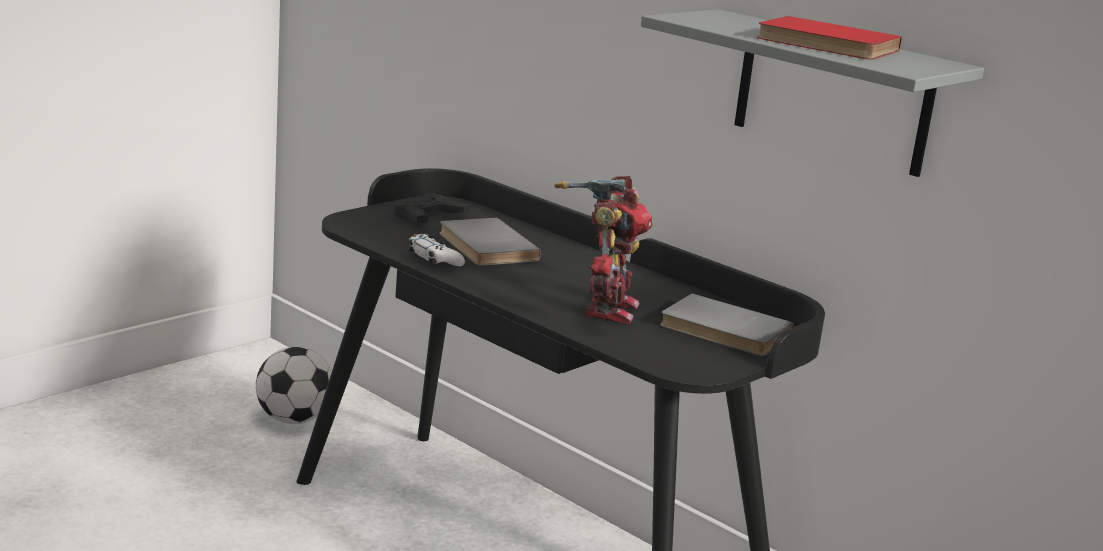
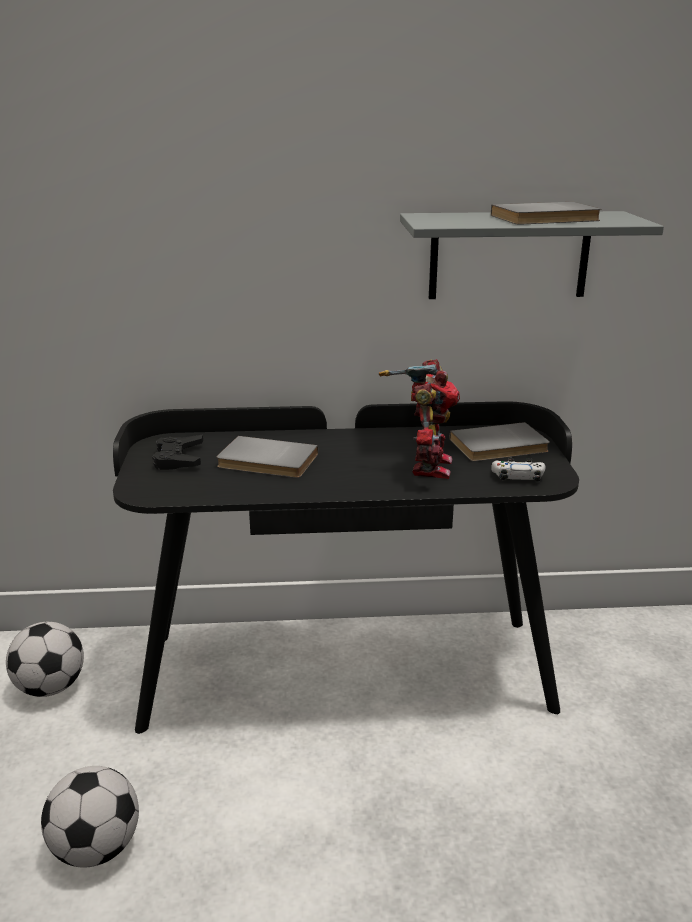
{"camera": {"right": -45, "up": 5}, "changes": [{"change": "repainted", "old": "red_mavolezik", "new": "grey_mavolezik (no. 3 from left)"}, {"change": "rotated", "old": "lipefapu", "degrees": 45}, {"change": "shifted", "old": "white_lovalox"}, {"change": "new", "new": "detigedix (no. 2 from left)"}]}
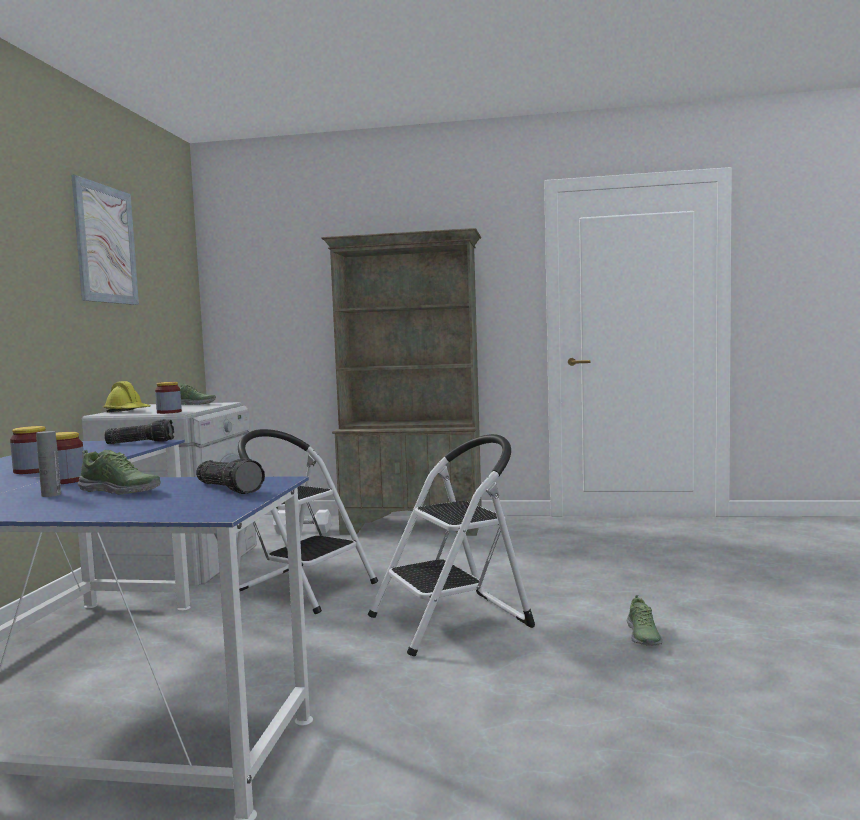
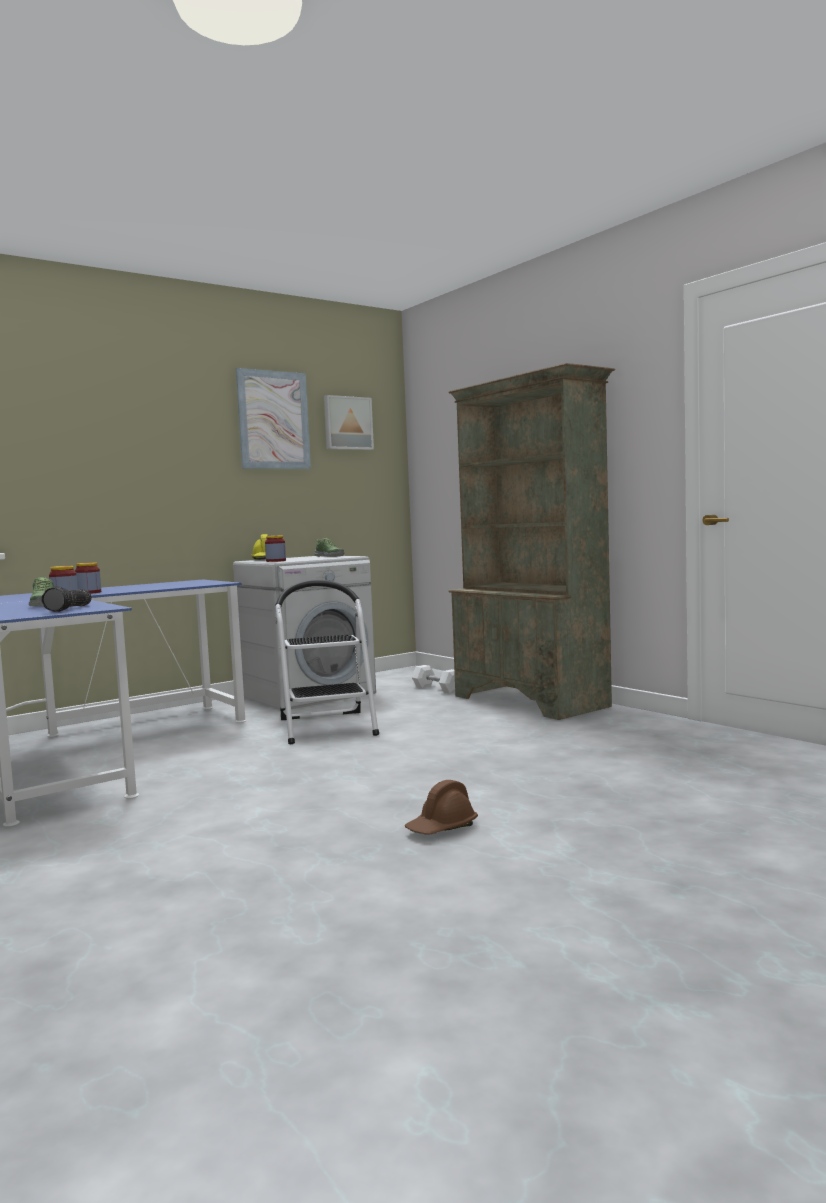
{"camera": {"right": 45, "up": 0}, "changes": [{"change": "gone", "old": "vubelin (no. 1 from left)"}, {"change": "gone", "old": "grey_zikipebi"}, {"change": "gone", "old": "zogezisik (no. 2 from left)"}, {"change": "swapped", "old": "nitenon (no. 3 from left)", "new": "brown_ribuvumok"}, {"change": "new", "new": "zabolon (no. 2 from left)"}]}
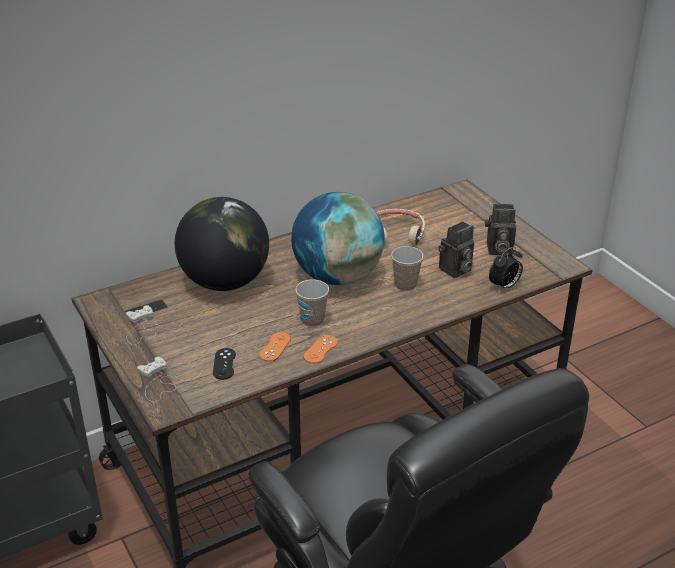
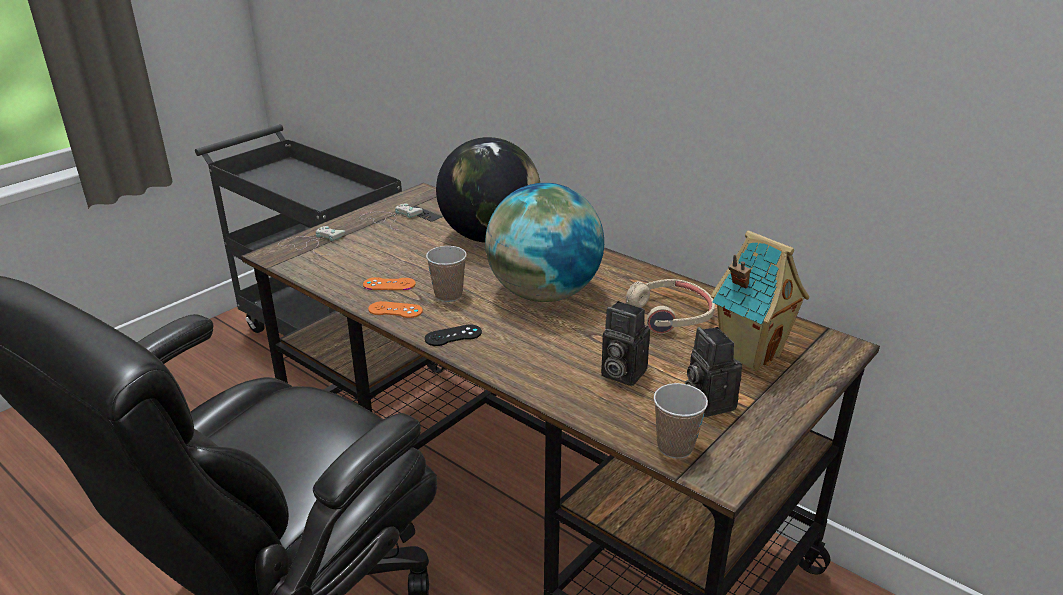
{"camera": {"right": 70, "up": -5}, "changes": [{"change": "shifted", "old": "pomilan (no. 2 from left)"}, {"change": "gone", "old": "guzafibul"}, {"change": "shifted", "old": "black_lovalox"}, {"change": "new", "new": "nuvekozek"}]}
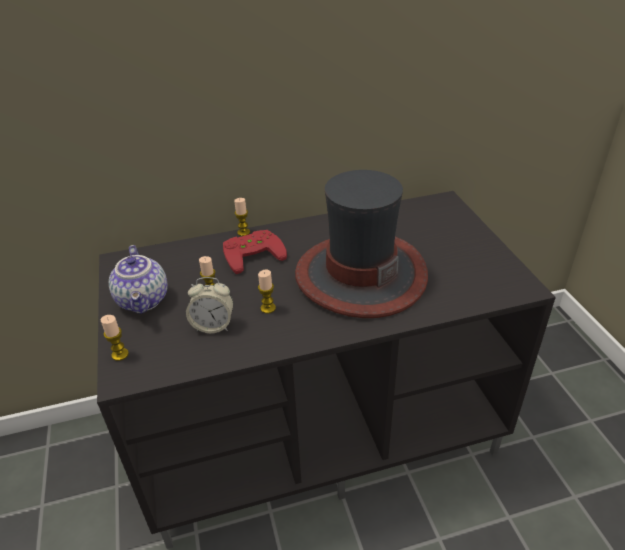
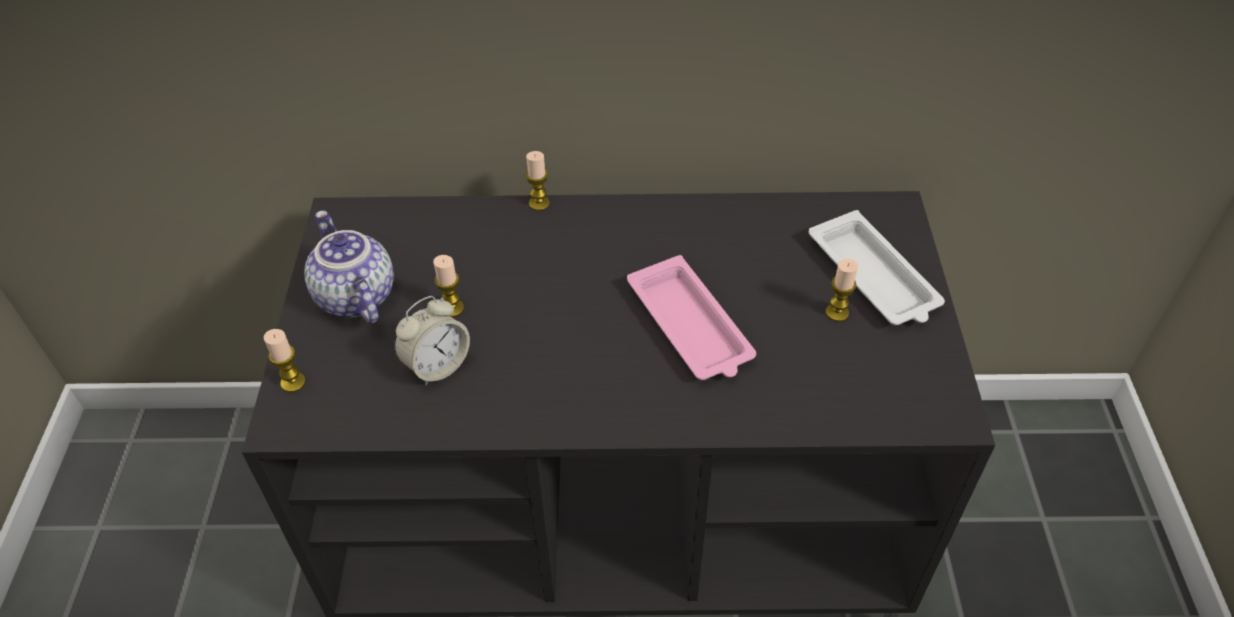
{"camera": {"right": 15, "up": 10}, "changes": [{"change": "swapped", "old": "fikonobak", "new": "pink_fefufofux"}, {"change": "gone", "old": "red_lovalox"}, {"change": "rotated", "old": "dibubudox", "degrees": 150}, {"change": "shifted", "old": "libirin (no. 4 from left)"}, {"change": "rotated", "old": "guzafibul", "degrees": -60}, {"change": "new", "new": "white_fefufofux"}]}
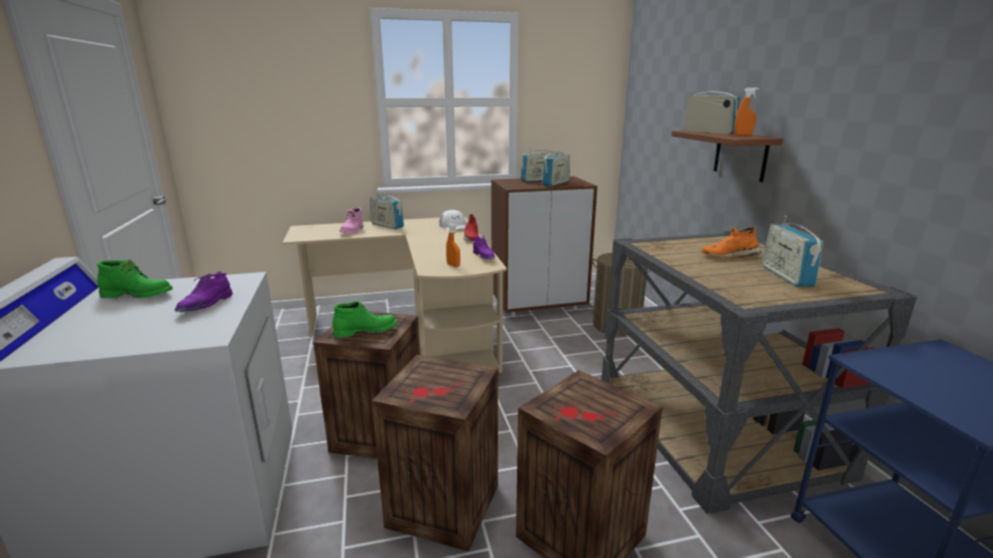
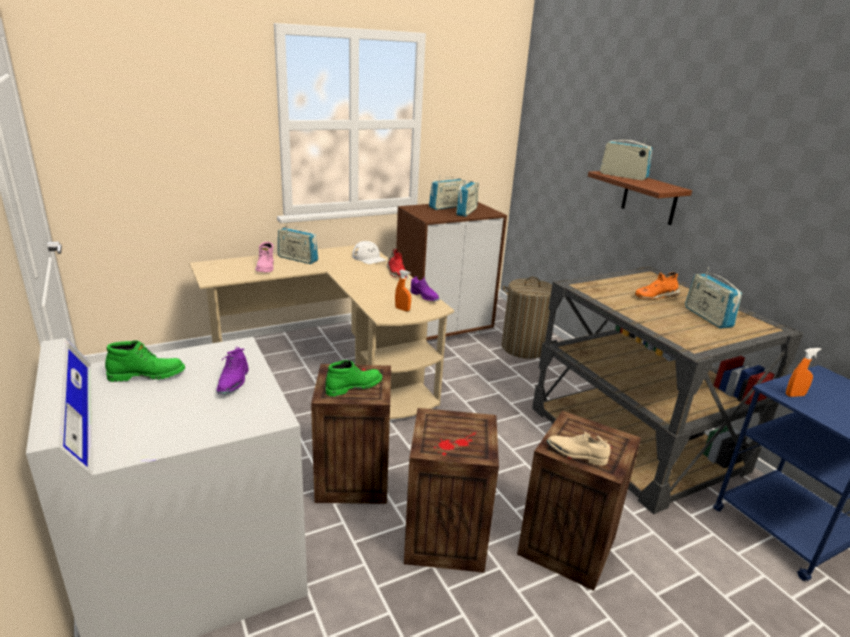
{"camera": {"right": -15, "up": 5}, "changes": [{"change": "shifted", "old": "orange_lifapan (no. 2 from left)"}, {"change": "new", "new": "beige_nitenon"}]}
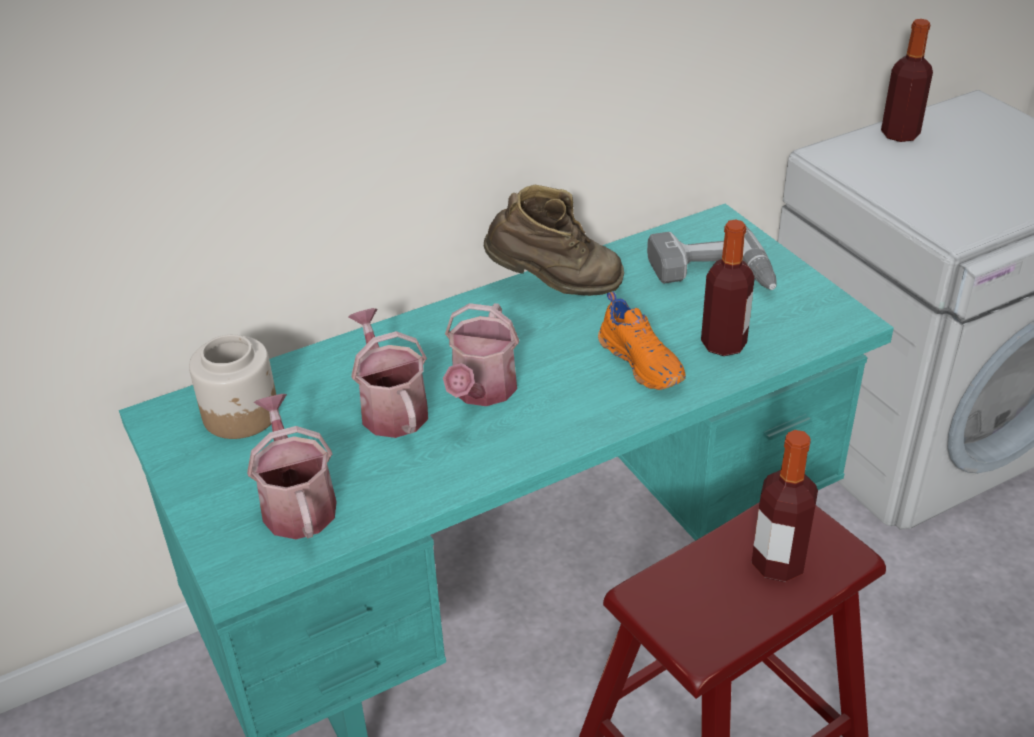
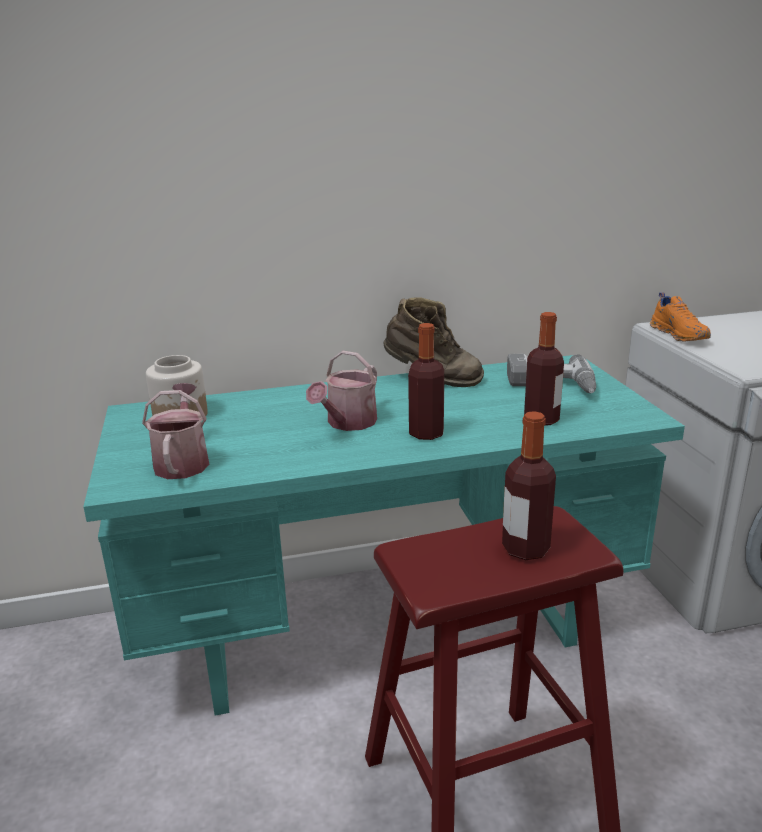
{"camera": {"right": 15, "up": -15}, "changes": [{"change": "shifted", "old": "zikipebi (no. 3 from left in the first image)", "new": "zikipebi (no. 1 from left)"}, {"change": "shifted", "old": "orange_nitenon"}, {"change": "gone", "old": "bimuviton (no. 2 from left)"}]}
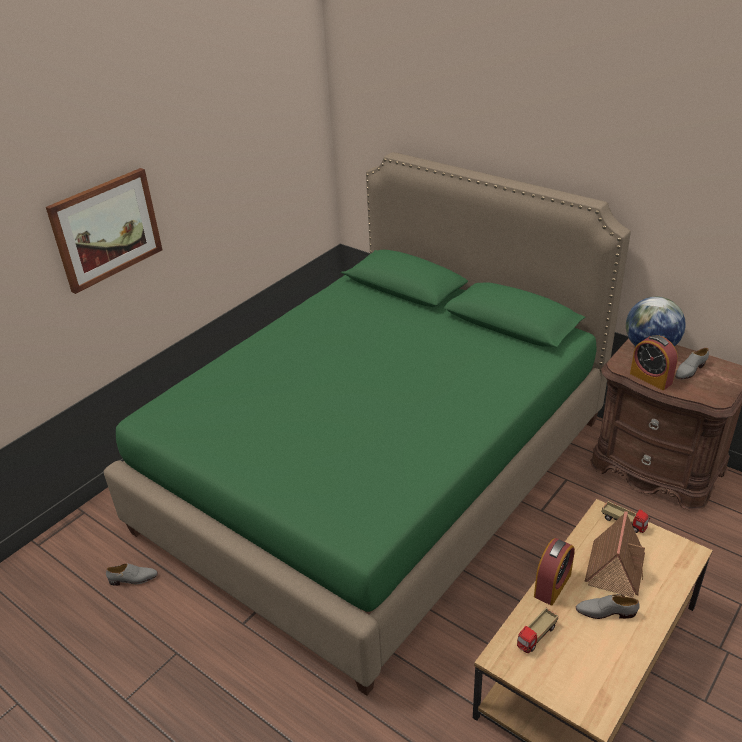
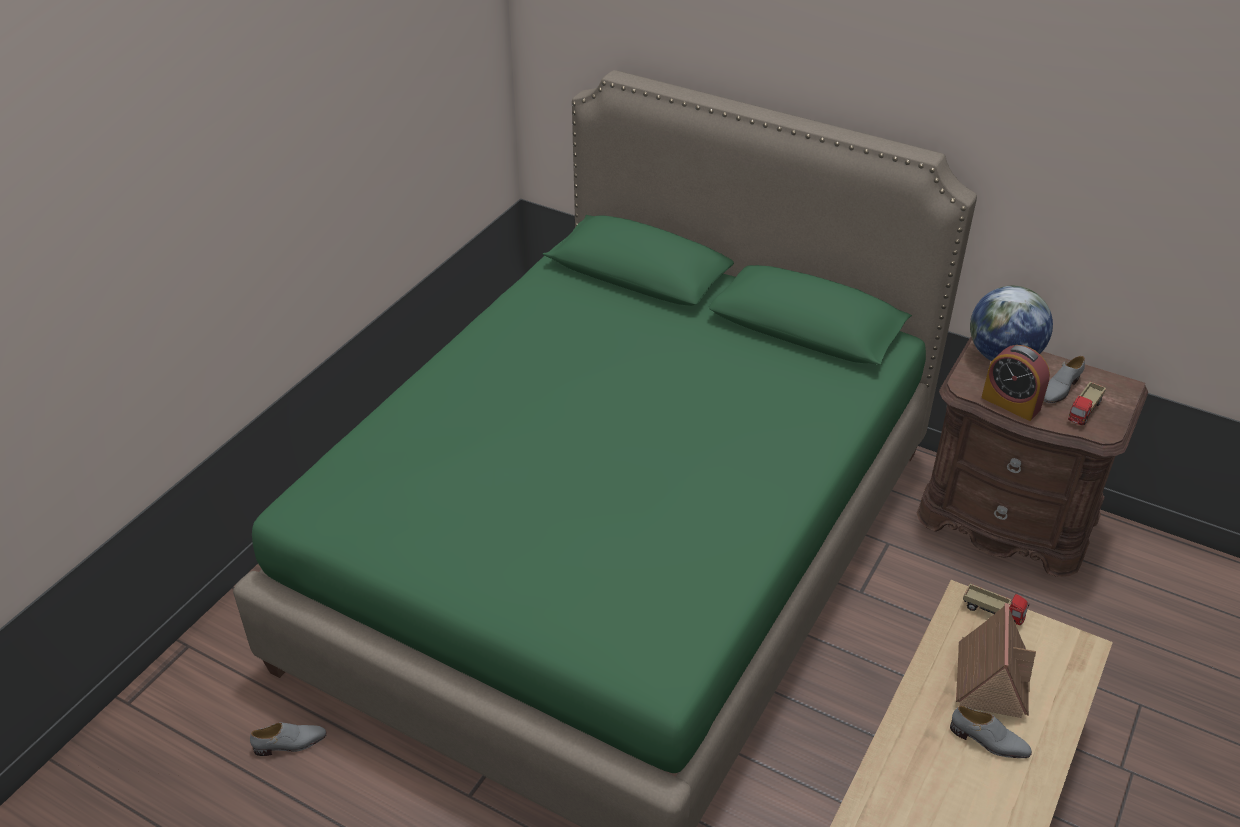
{"camera": {"right": -10, "up": 5}, "changes": [{"change": "gone", "old": "zabolon"}, {"change": "gone", "old": "guzafibul (no. 1 from left)"}, {"change": "rotated", "old": "grey_nitenon (no. 2 from left)", "degrees": -150}, {"change": "shifted", "old": "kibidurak (no. 1 from left in the first image)", "new": "kibidurak (no. 2 from left)"}]}
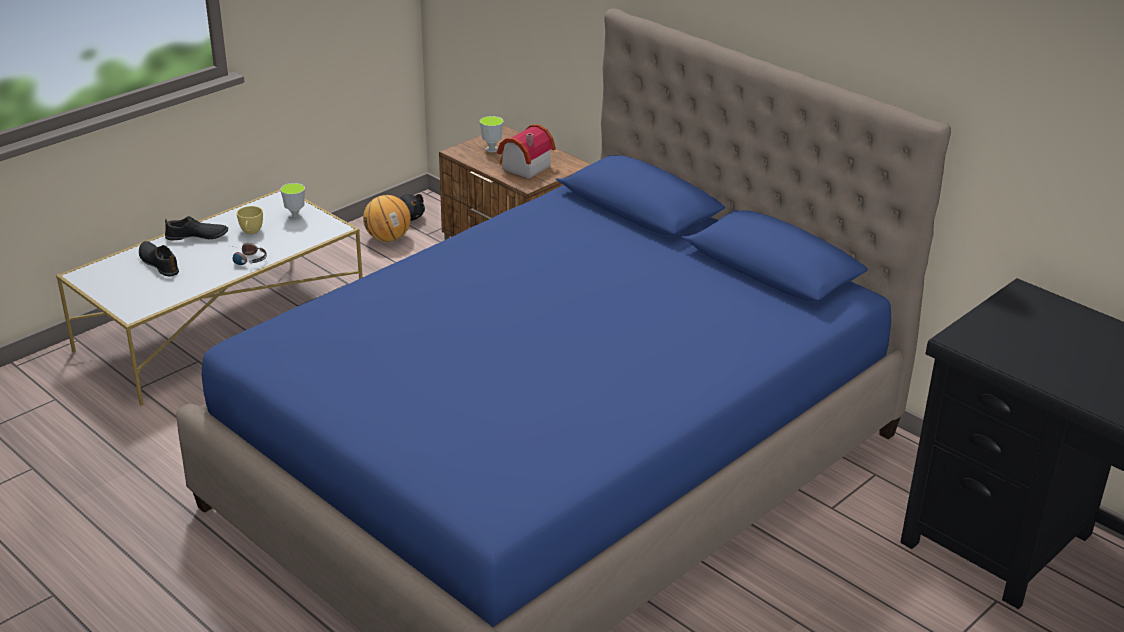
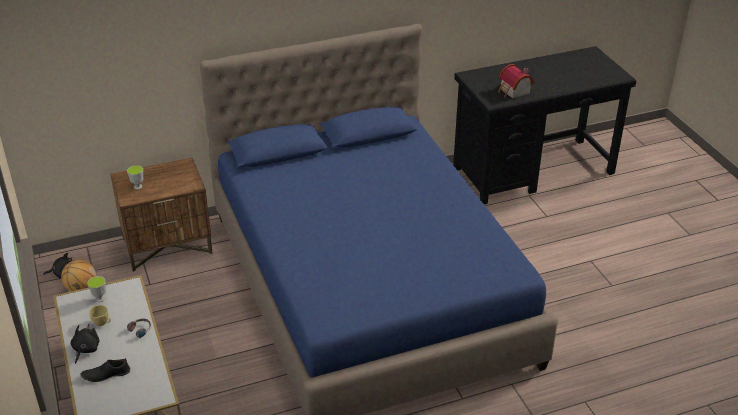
{"camera": {"right": -65, "up": 5}, "changes": [{"change": "shifted", "old": "nuvekozek"}, {"change": "swapped", "old": "black_nitenon (no. 2 from left)", "new": "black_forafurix (no. 2 from left)"}]}
